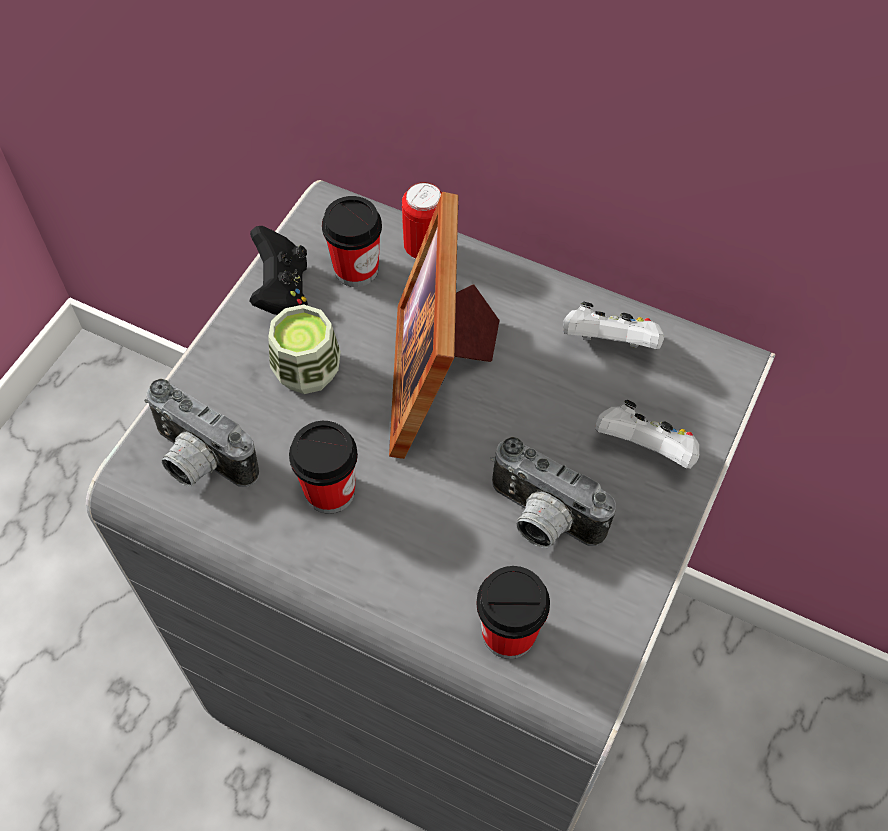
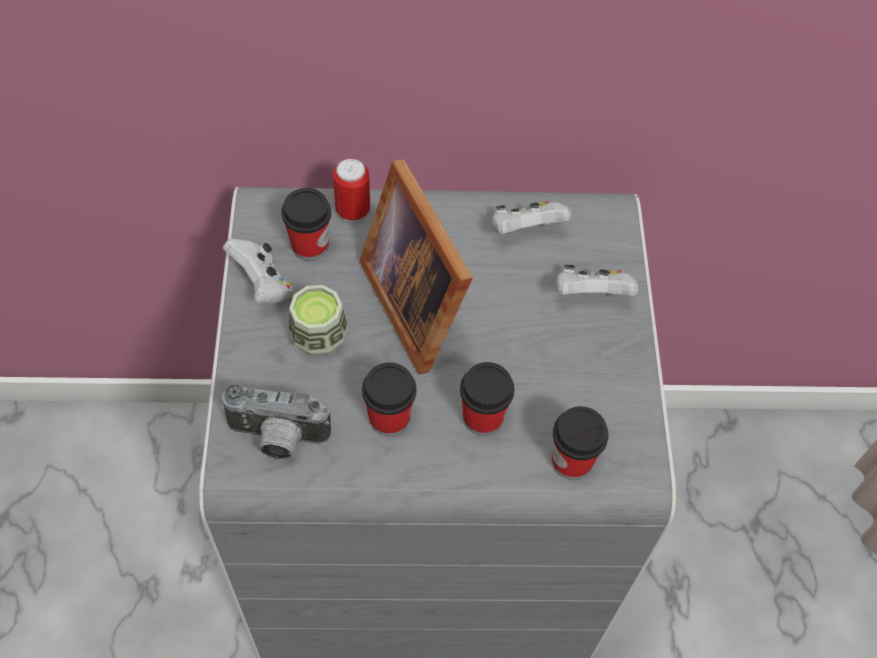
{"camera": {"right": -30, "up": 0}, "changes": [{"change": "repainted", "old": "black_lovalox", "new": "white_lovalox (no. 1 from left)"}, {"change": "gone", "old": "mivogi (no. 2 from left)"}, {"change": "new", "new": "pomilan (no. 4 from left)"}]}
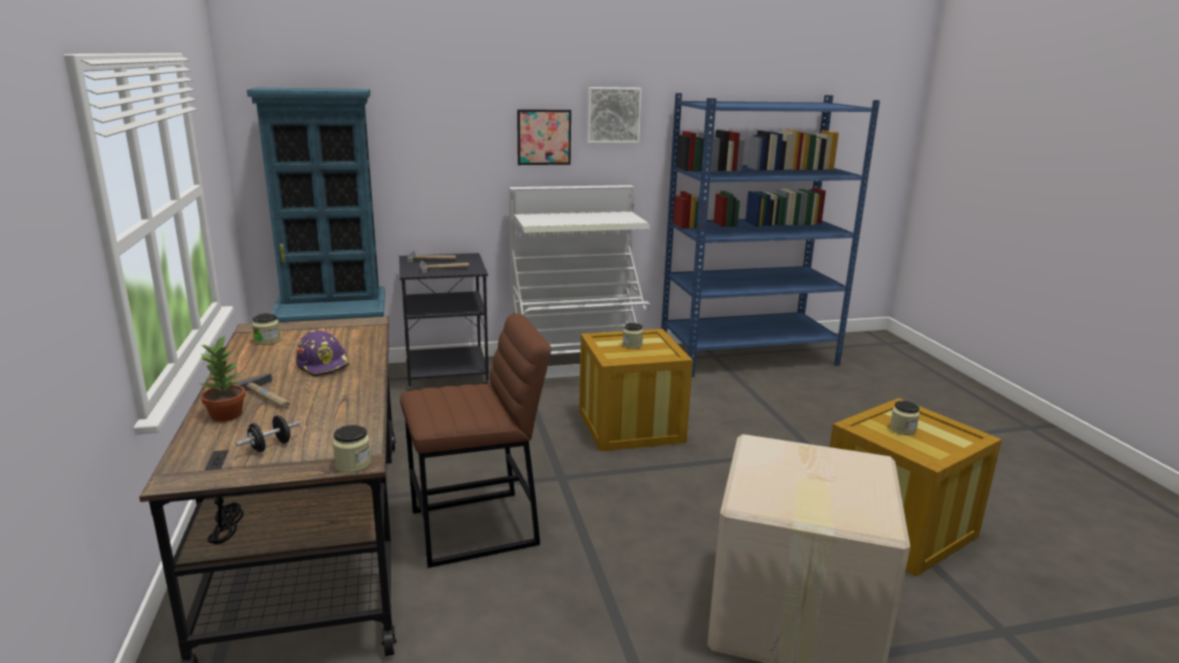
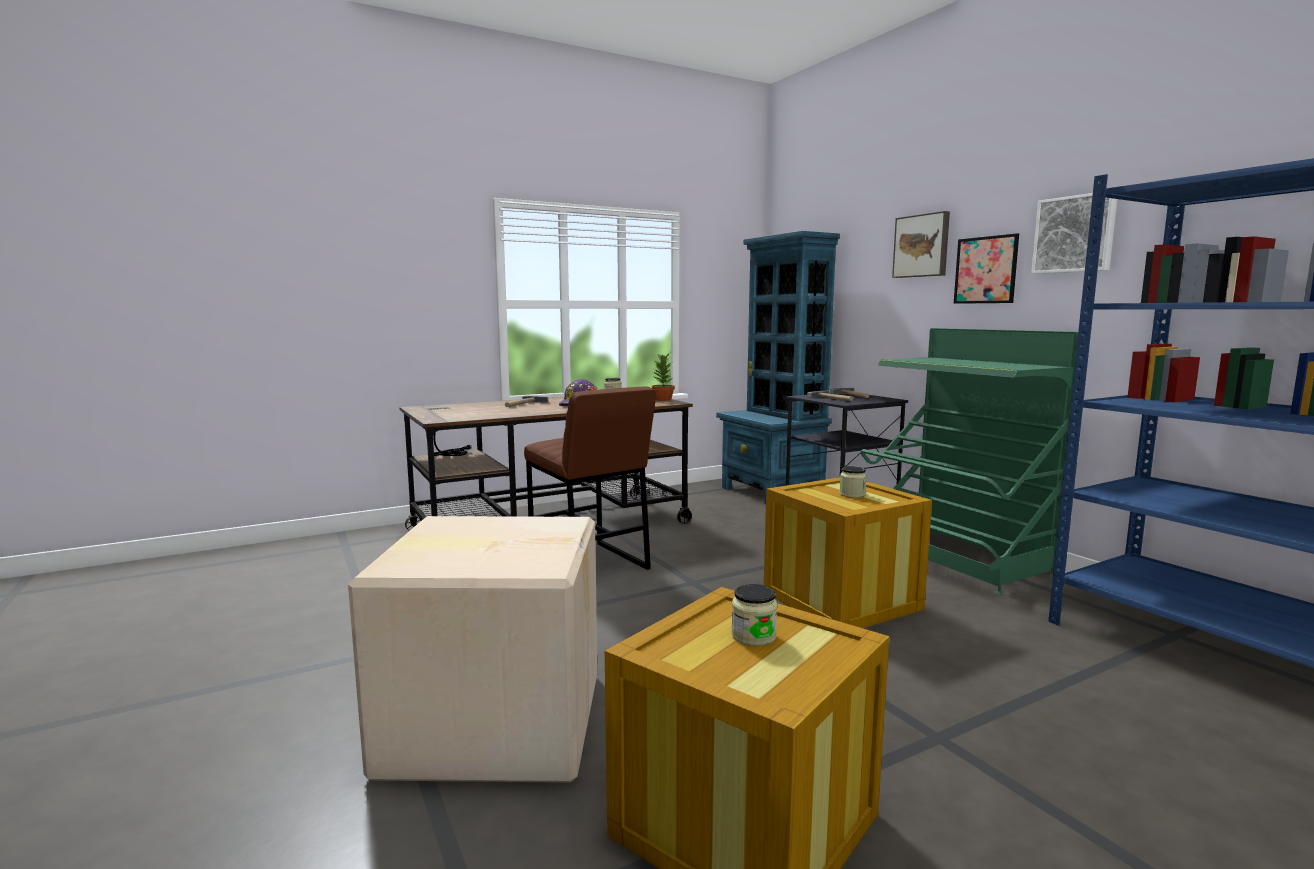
{"camera": {"right": 75, "up": -10}, "changes": [{"change": "repainted", "old": "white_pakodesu", "new": "green_pakodesu"}, {"change": "shifted", "old": "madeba"}, {"change": "gone", "old": "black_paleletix"}, {"change": "gone", "old": "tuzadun (no. 2 from left)"}, {"change": "new", "new": "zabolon (no. 1 from left)"}]}
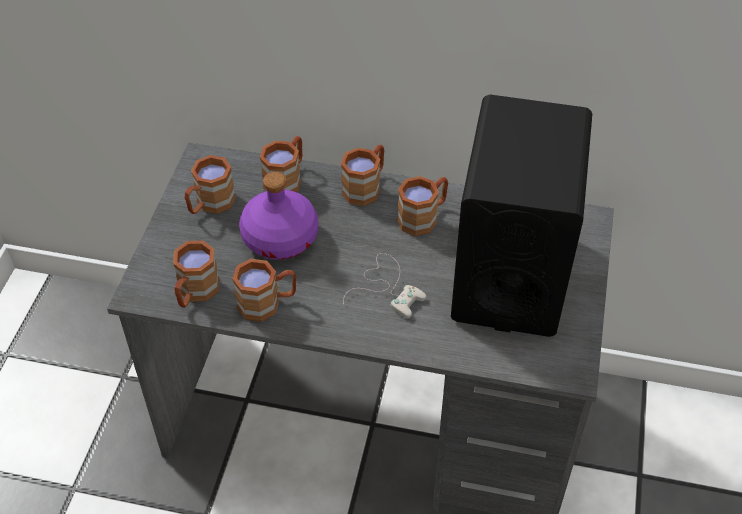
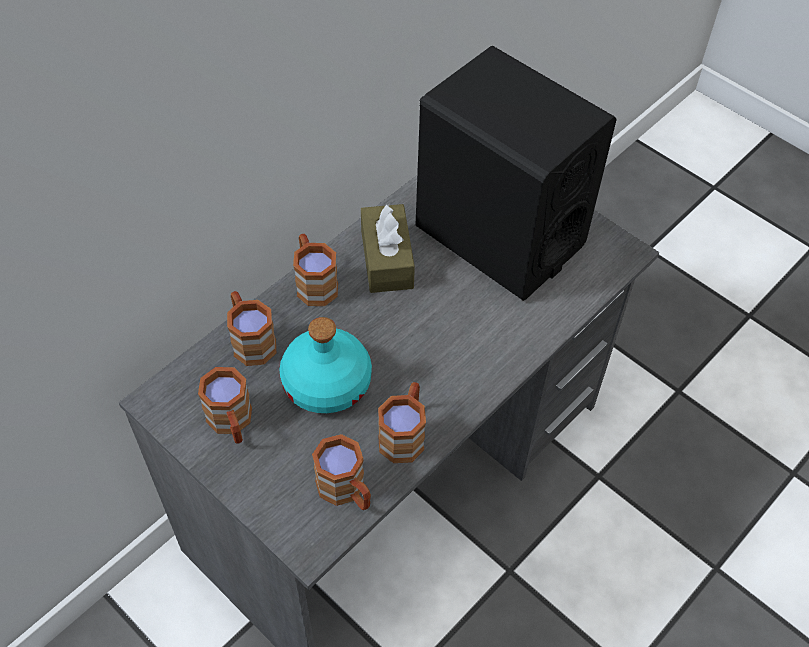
{"camera": {"right": -60, "up": 5}, "changes": [{"change": "repainted", "old": "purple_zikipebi", "new": "turquoise_zikipebi"}, {"change": "swapped", "old": "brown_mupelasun (no. 6 from left)", "new": "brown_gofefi"}, {"change": "gone", "old": "white_lovalox"}]}
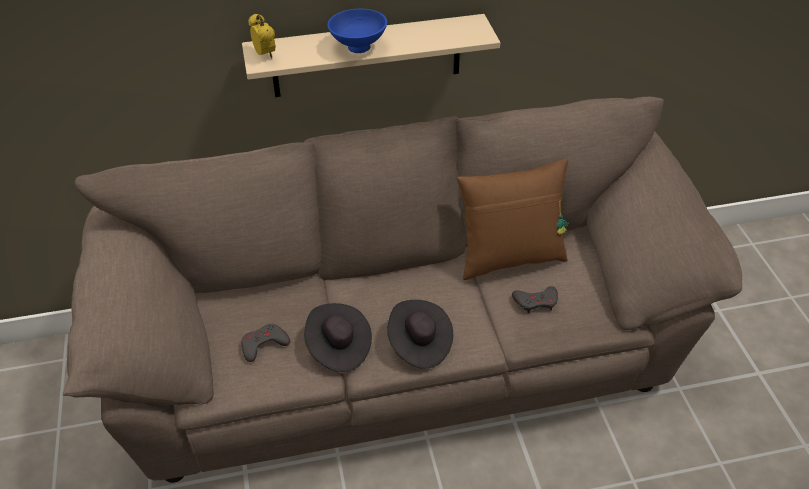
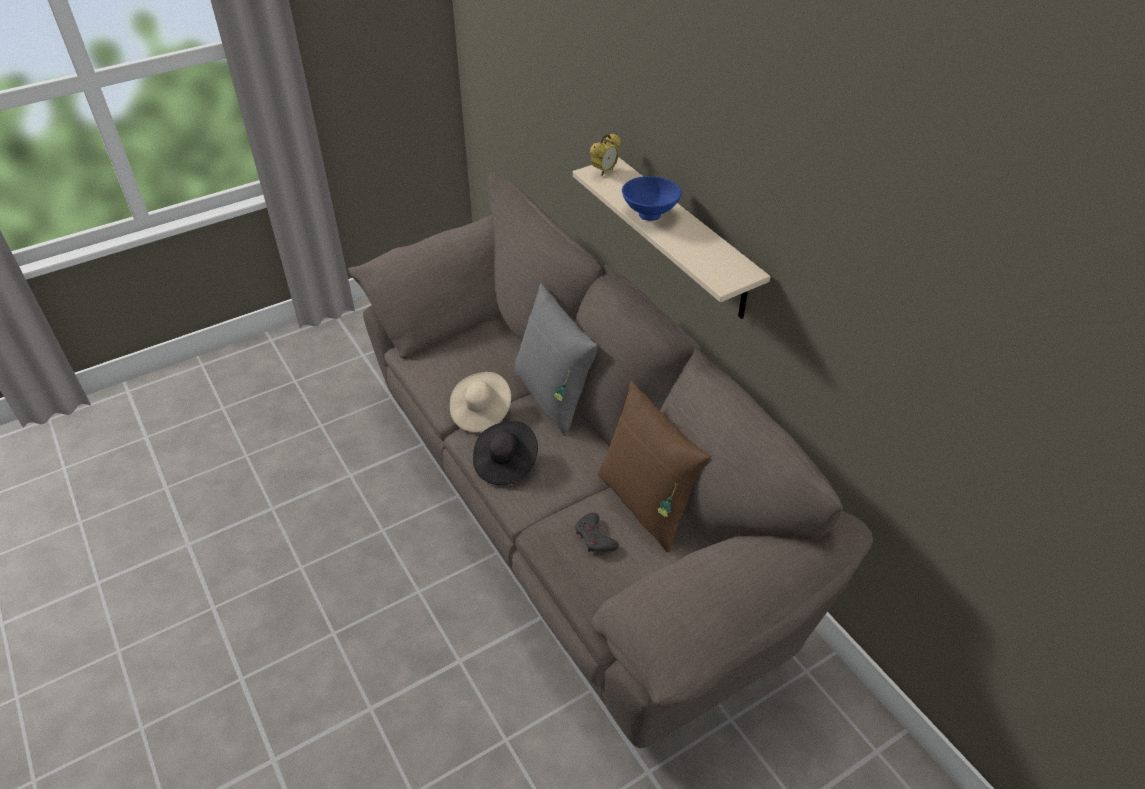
{"camera": {"right": 70, "up": 0}, "changes": [{"change": "repainted", "old": "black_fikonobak (no. 1 from left)", "new": "beige_fikonobak"}, {"change": "gone", "old": "grey_lovalox (no. 1 from left)"}, {"change": "new", "new": "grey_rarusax"}]}
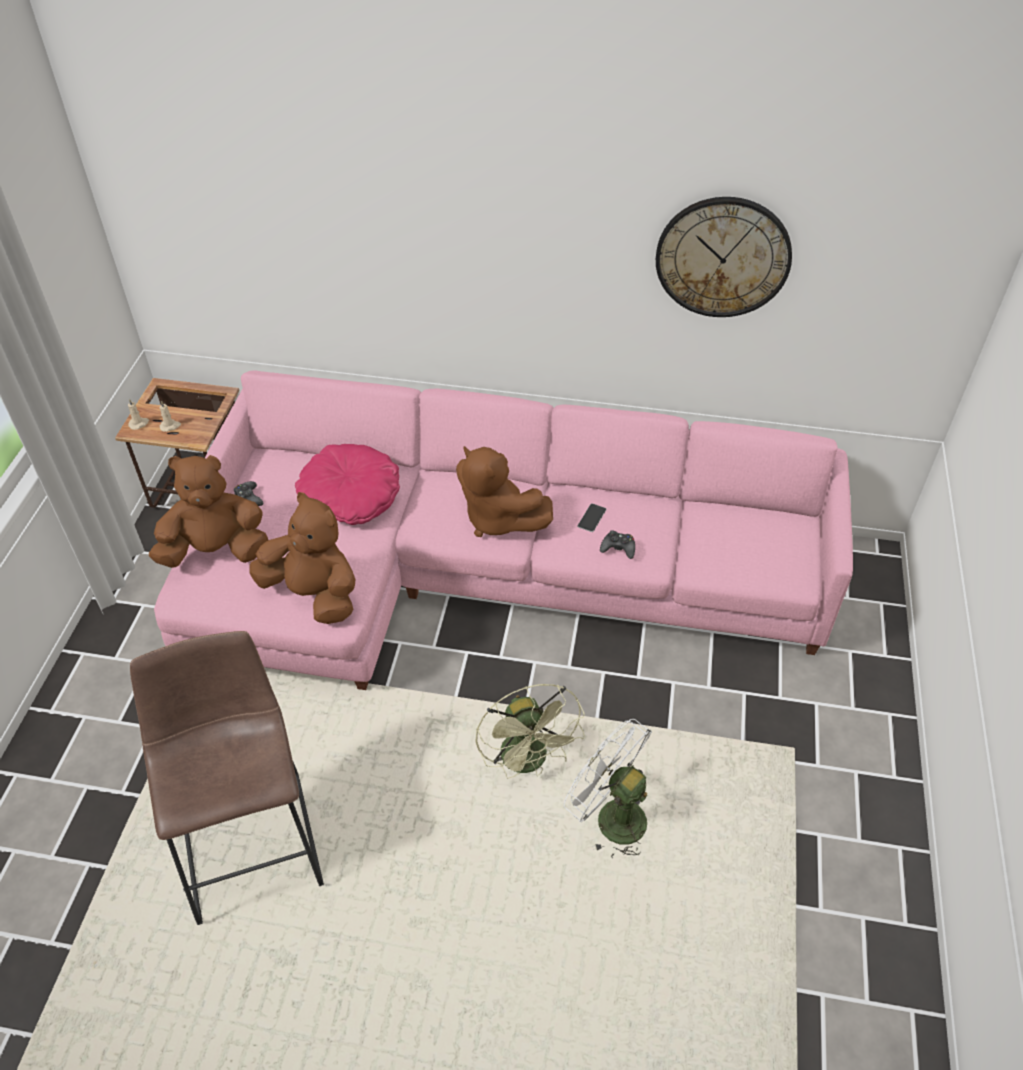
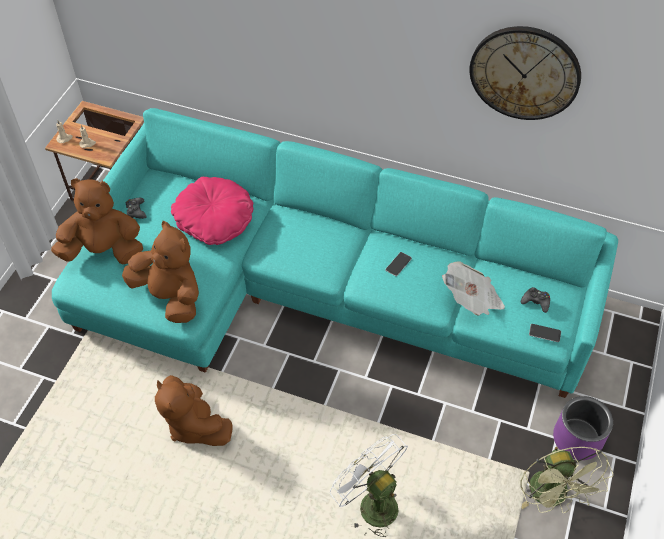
{"camera": {"right": 10, "up": 5}, "changes": [{"change": "repainted", "old": "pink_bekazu", "new": "turquoise_bekazu"}, {"change": "shifted", "old": "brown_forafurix (no. 3 from left)"}, {"change": "shifted", "old": "black_lovalox (no. 2 from left)"}, {"change": "gone", "old": "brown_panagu"}, {"change": "shifted", "old": "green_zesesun"}, {"change": "new", "new": "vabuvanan"}, {"change": "new", "new": "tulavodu (no. 2 from left)"}, {"change": "new", "new": "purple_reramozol"}]}
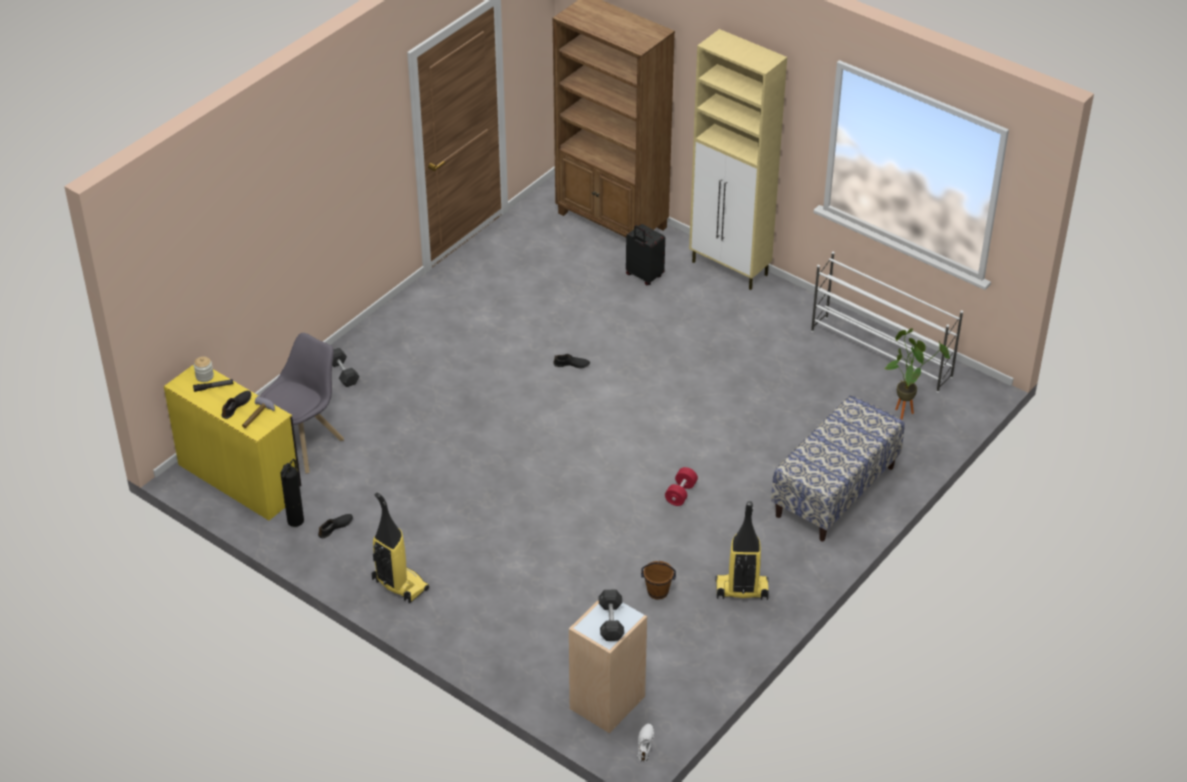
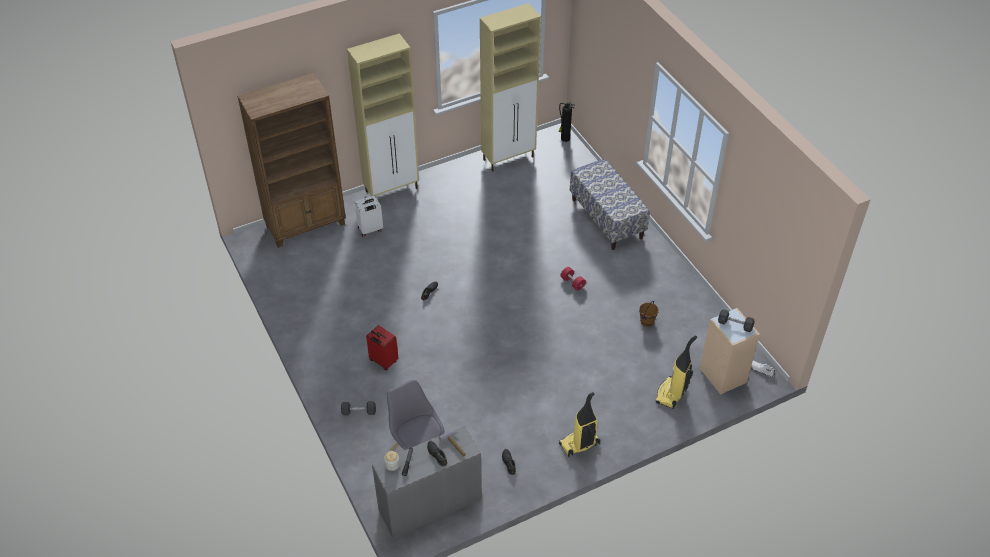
{"camera": {"right": -65, "up": 5}, "changes": [{"change": "repainted", "old": "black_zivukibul", "new": "white_zivukibul"}, {"change": "swapped", "old": "white_pakodesu", "new": "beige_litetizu (no. 2 from left)"}, {"change": "gone", "old": "madeba"}, {"change": "repainted", "old": "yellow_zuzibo", "new": "grey_zuzibo"}, {"change": "shifted", "old": "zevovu"}, {"change": "shifted", "old": "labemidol (no. 2 from left)"}, {"change": "new", "new": "red_zivukibul"}]}
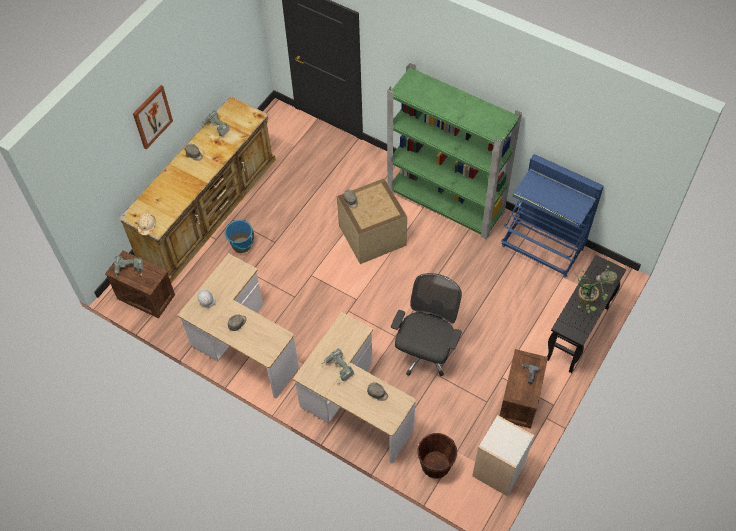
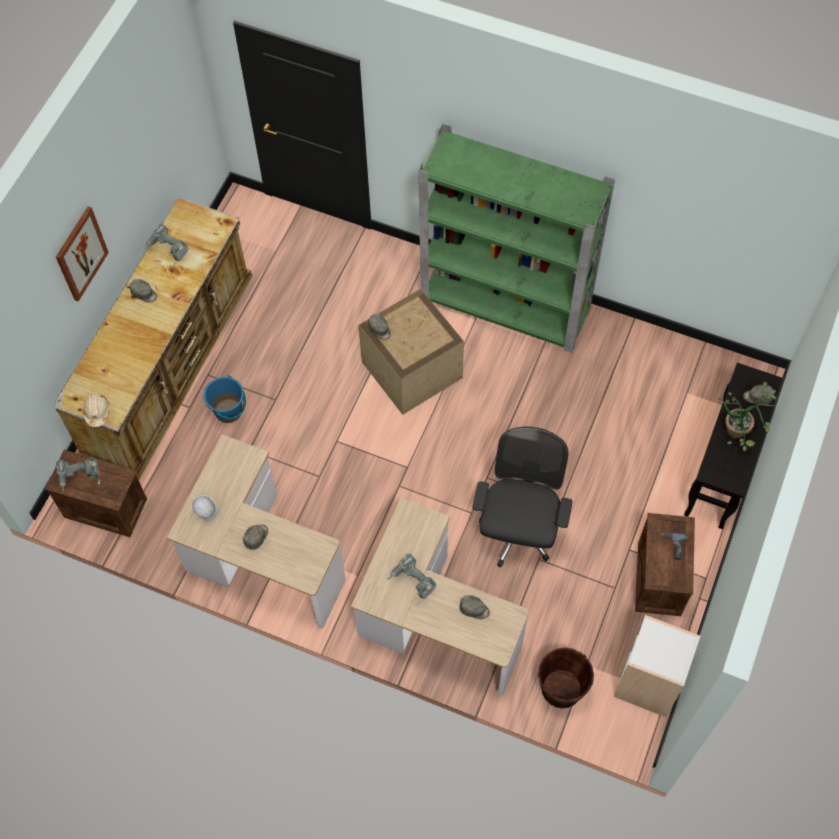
{"camera": {"right": -10, "up": 5}, "changes": [{"change": "gone", "old": "blue_pakodesu"}]}
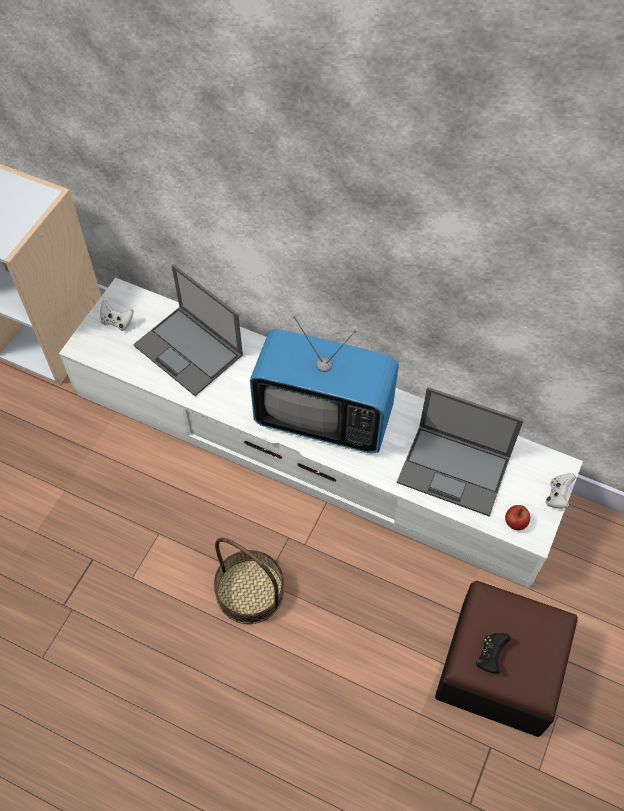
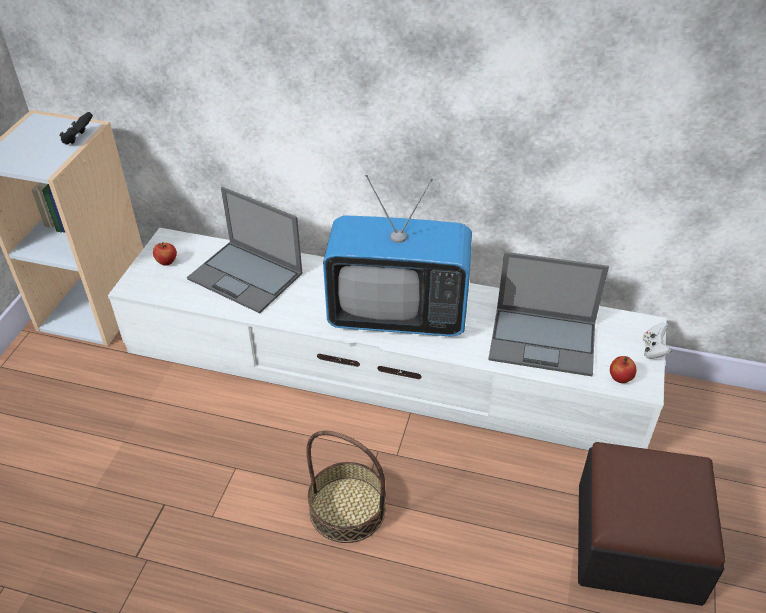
{"camera": {"right": -10, "up": -15}, "changes": [{"change": "swapped", "old": "white_lovalox (no. 1 from left)", "new": "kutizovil (no. 1 from left)"}, {"change": "shifted", "old": "black_lovalox"}]}
